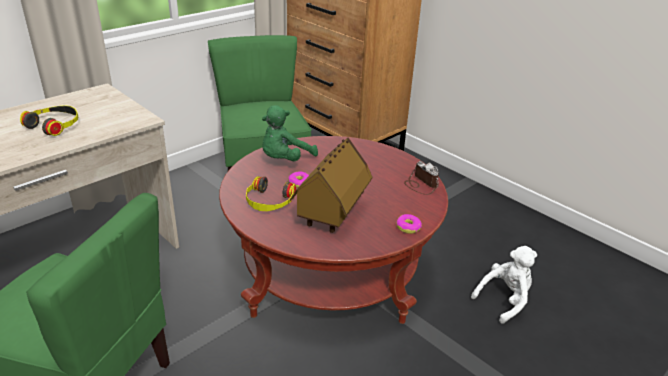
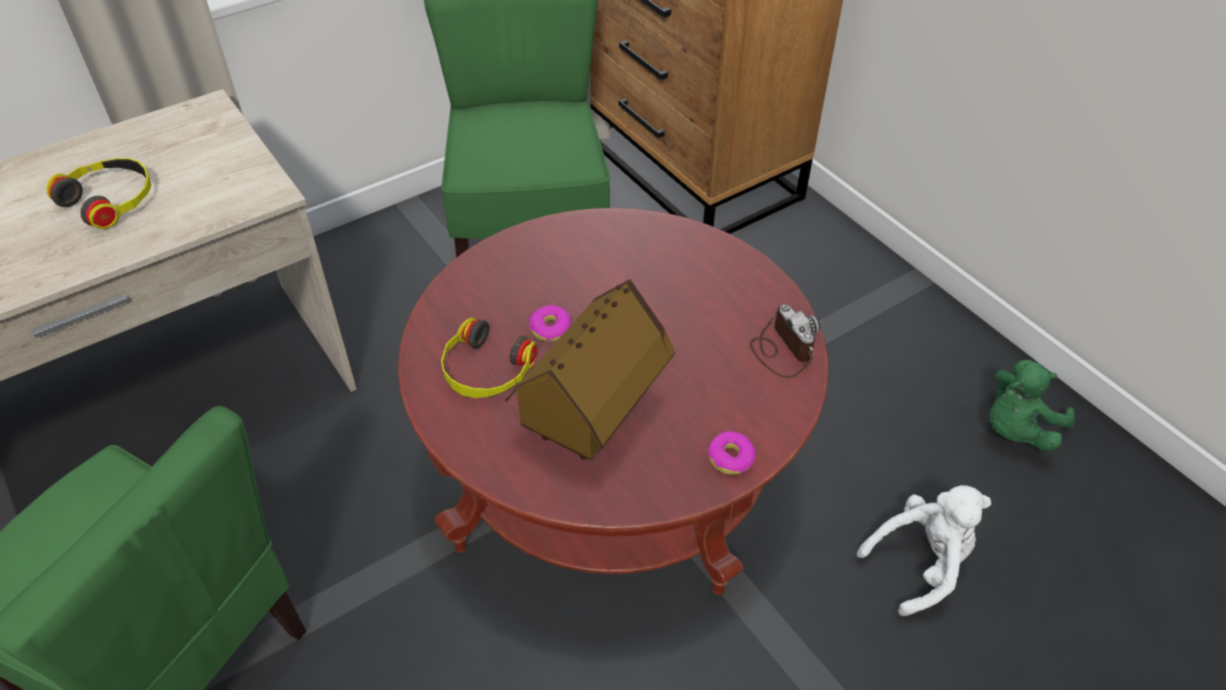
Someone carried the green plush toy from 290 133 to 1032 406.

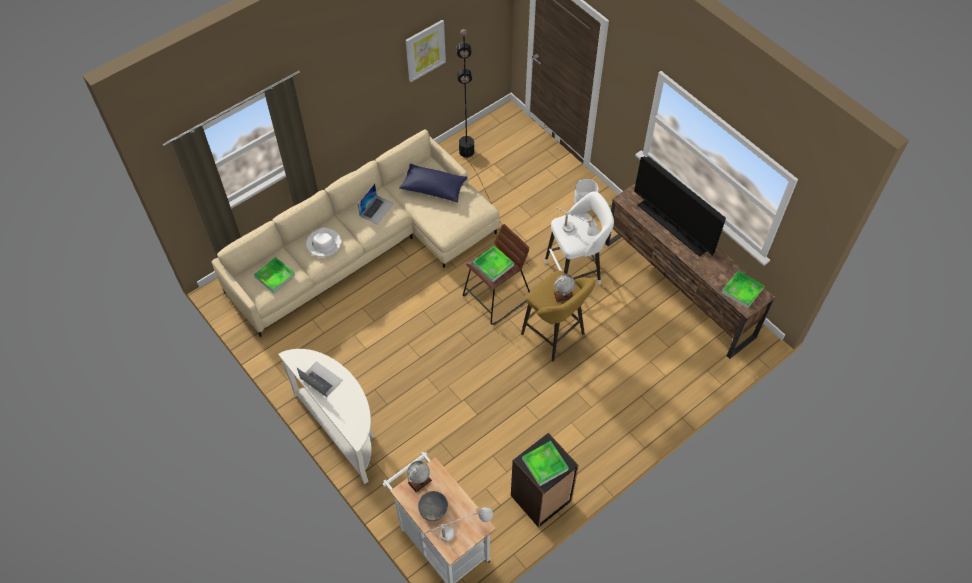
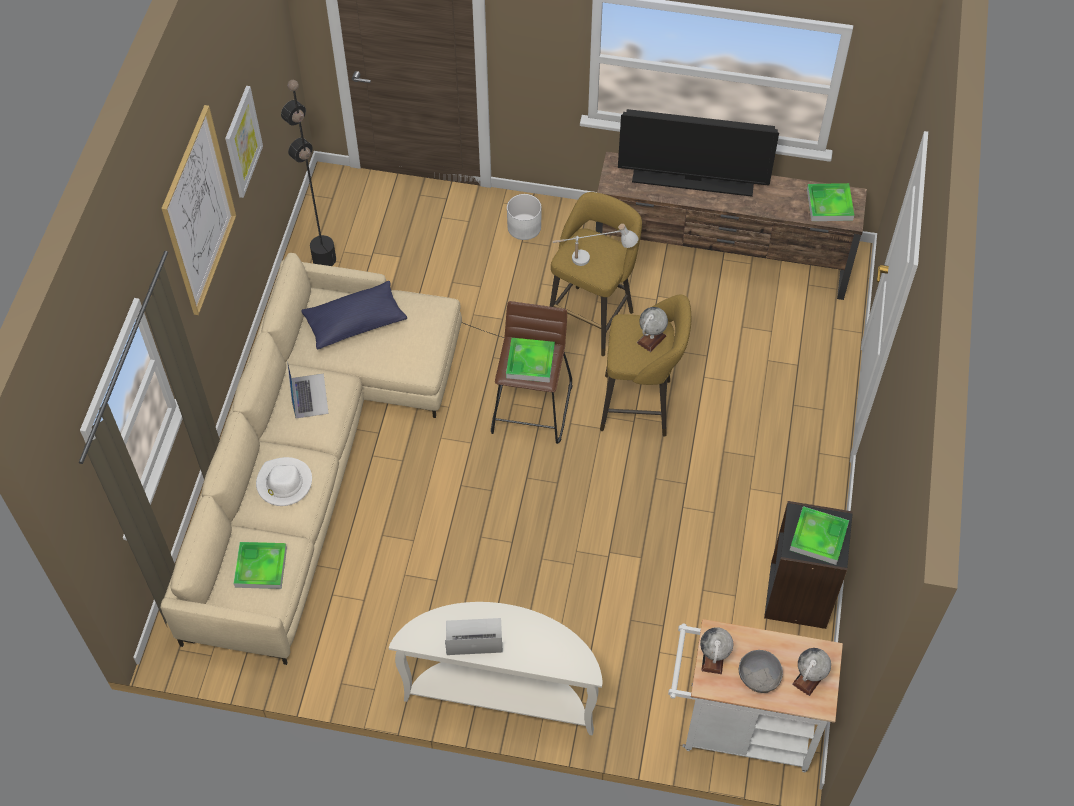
Someone repainted the white stool at 579 238, which became the yellow stool at 596 274.
Someone swapped the white table lamp at 458 524 for the globe at 811 672.
Someone put up the picture at 198 210.

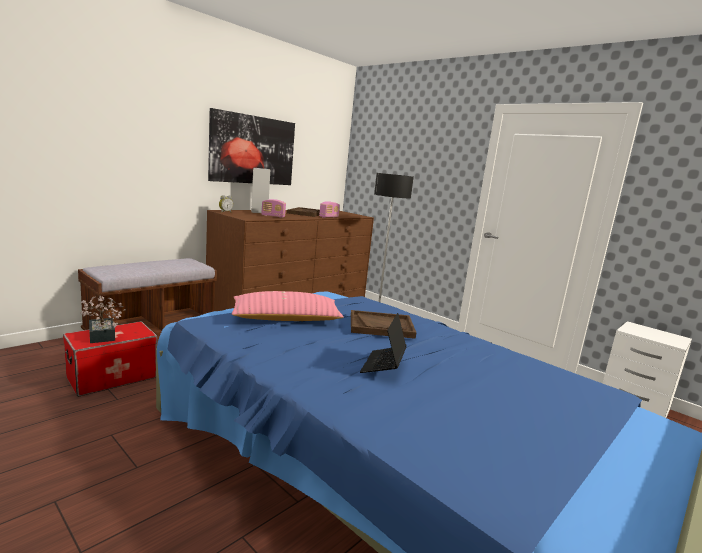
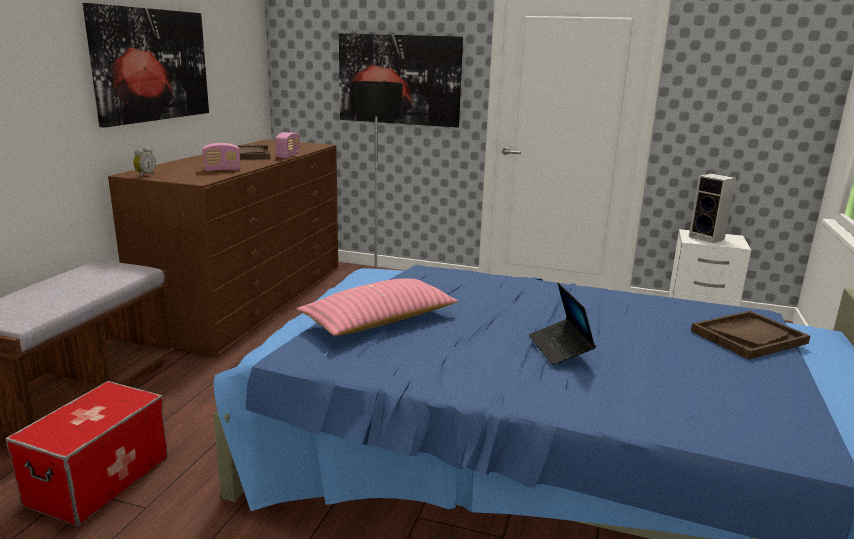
Someone carried the speaker from 260 190 to 712 208.
Someone took away the potted plant at 103 319.
Someone carried the brown tray from 384 324 to 750 335.
Someone put up the picture at 401 80.

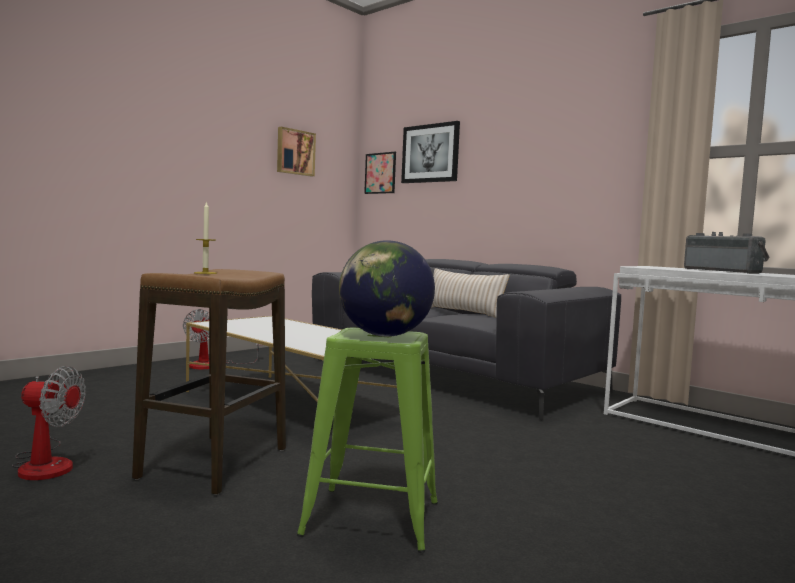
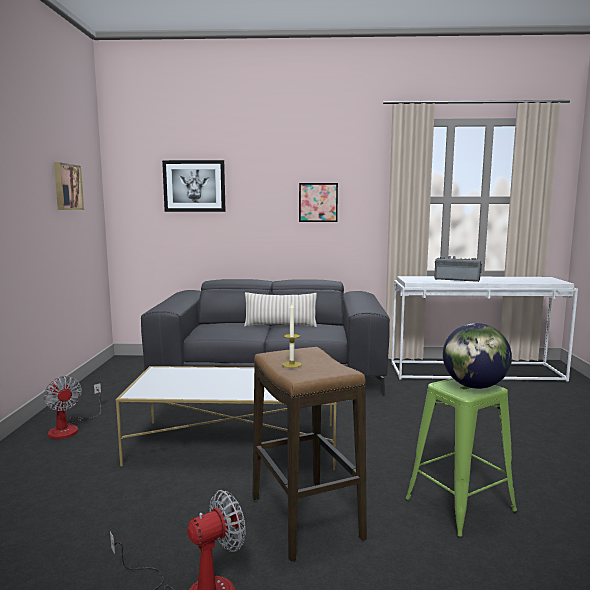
Someone carried the picture from 380 173 to 318 202.

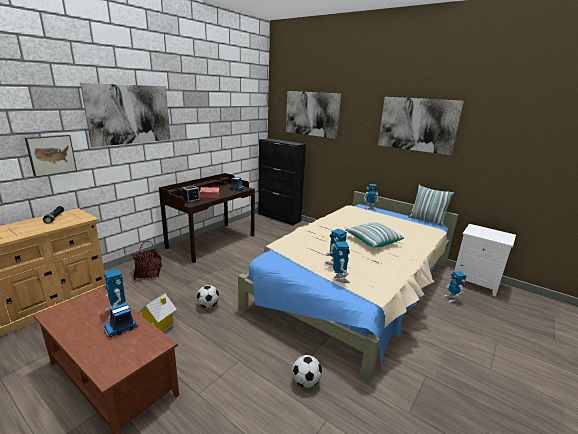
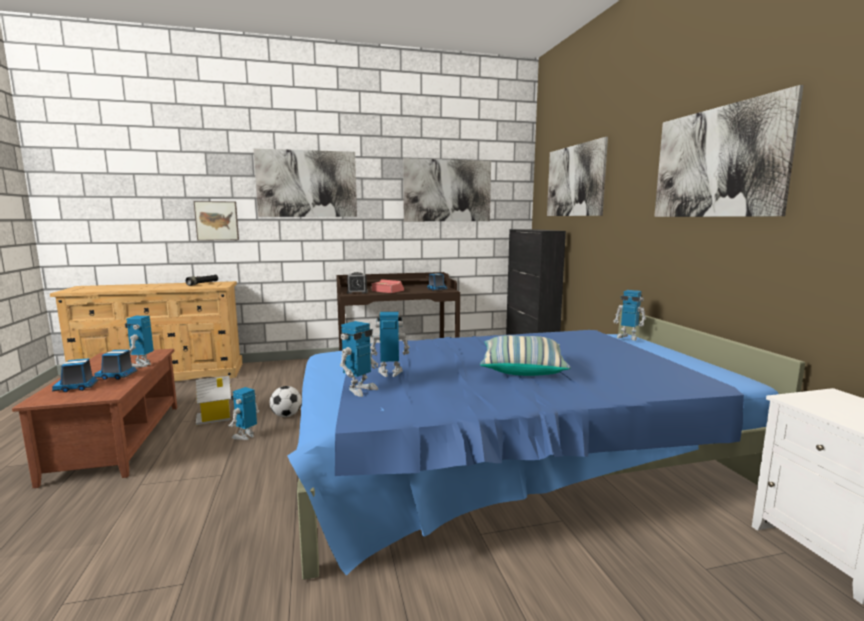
Someone took away the pillow at 431 205.
Someone repainted the beige bed at 348 287, which became the blue bed at 546 445.
Someone took away the basket at 147 260.
Someone carried the toy robot from 454 287 to 243 413.
Someone took away the football at 307 371.
Someone put up the picture at 447 189.
Someone put down the toy truck at 75 375.

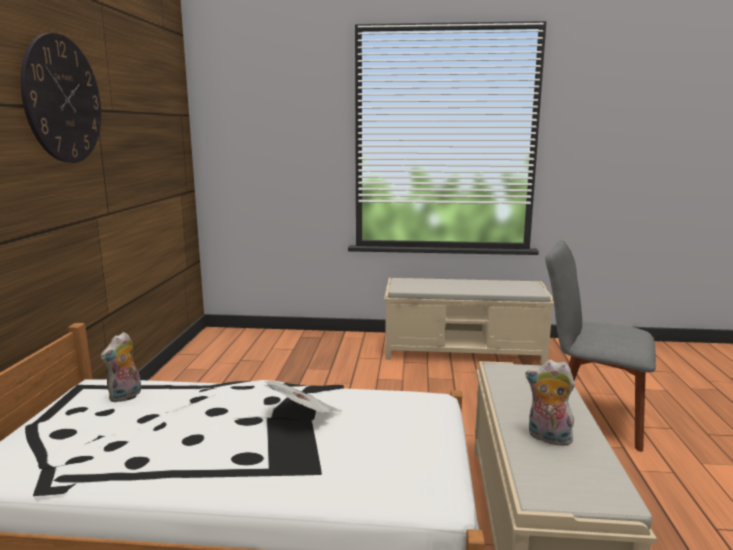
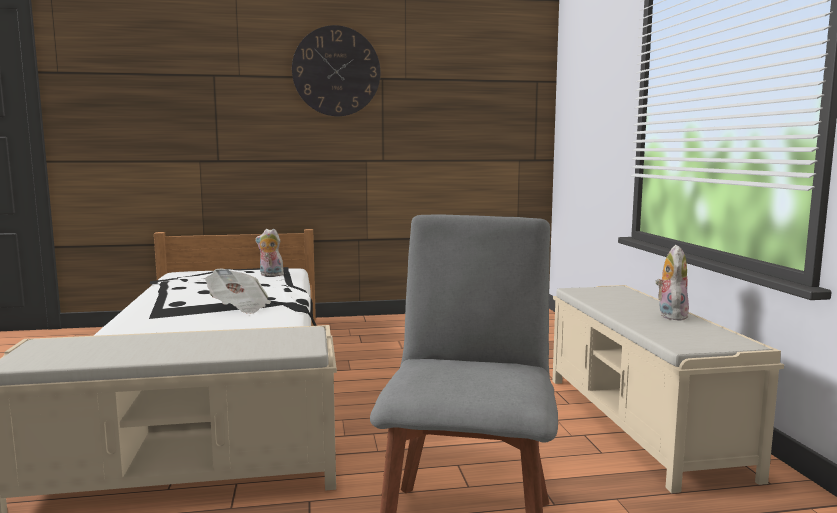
Someone carried the plush toy from 550 403 to 672 283.

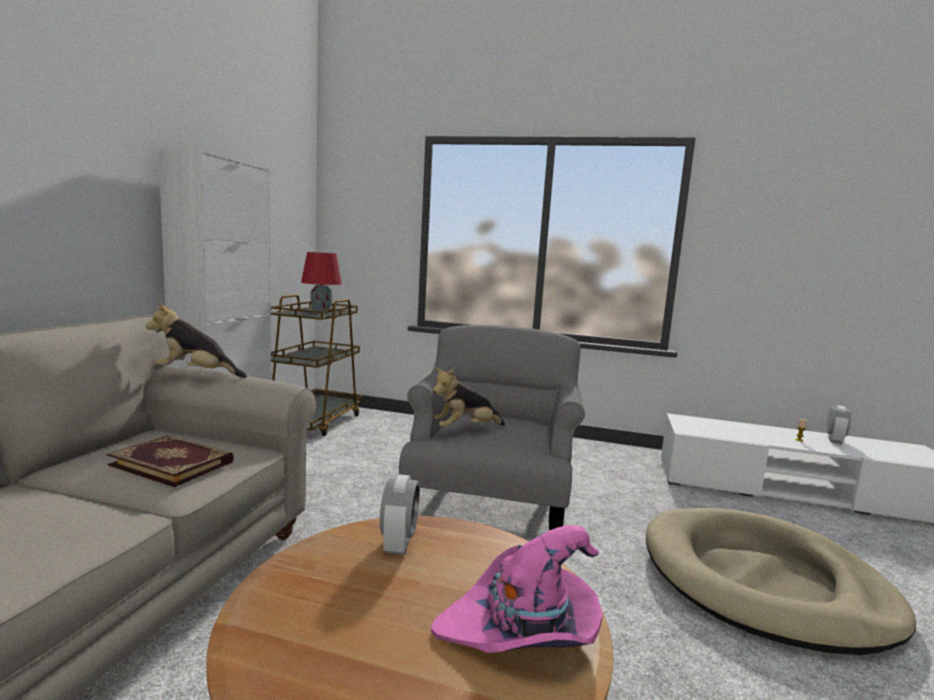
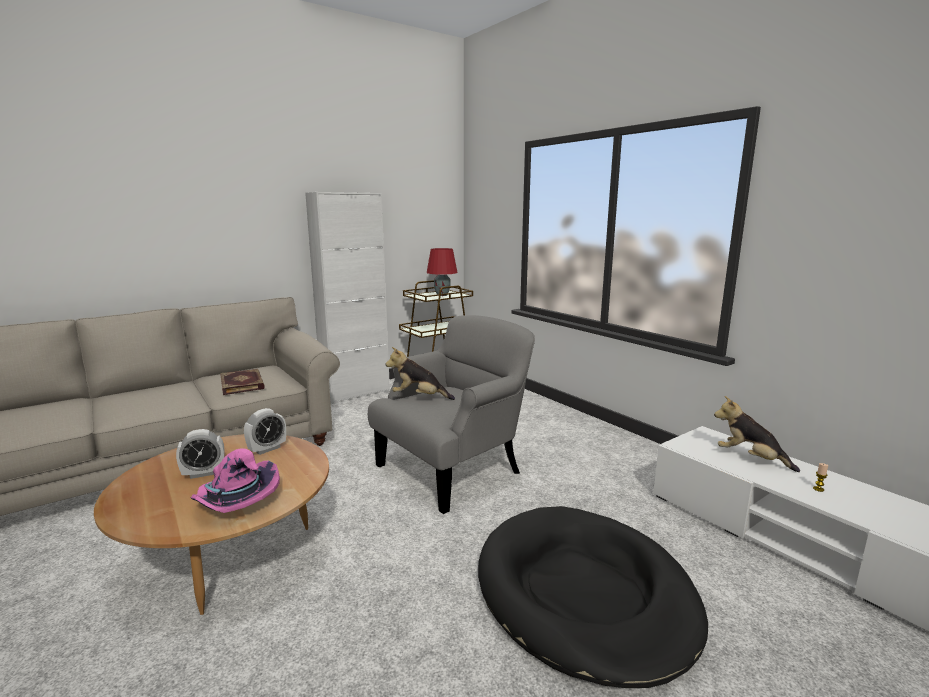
Someone carried the plush toy from 196 340 to 757 434.
Someone carried the alarm clock from 839 424 to 200 454.
Someone repainted the beige dog bed at 781 581, which became the black dog bed at 593 597.

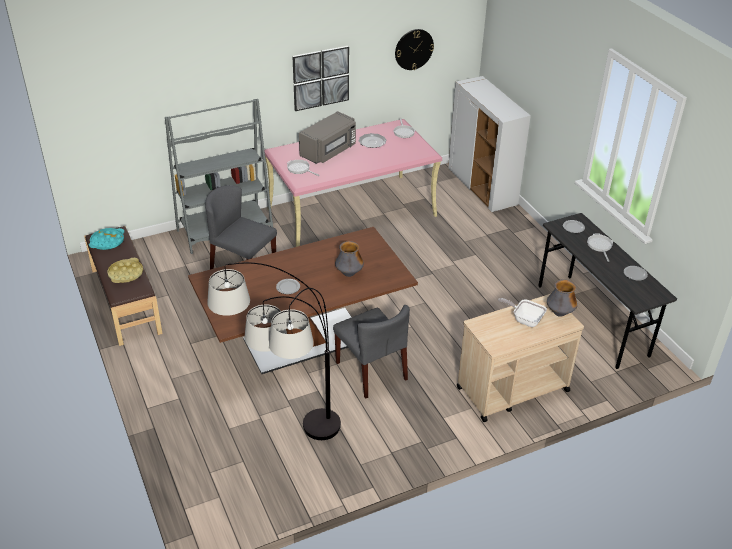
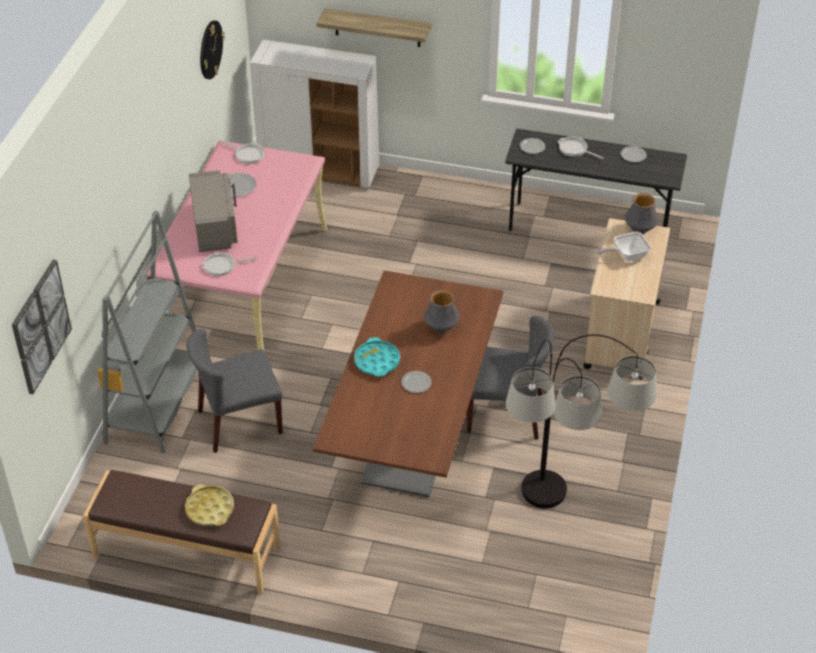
Someone carried the picture from 320 78 to 42 326.
Someone carried the turquoise tray from 106 239 to 377 357.
Someone put up the shelf at 374 27.

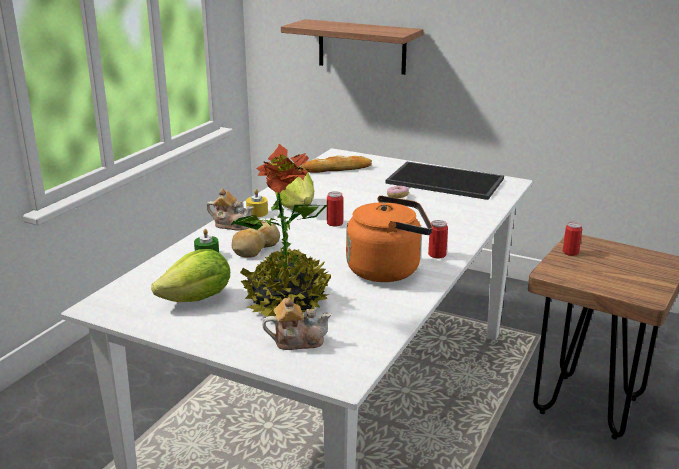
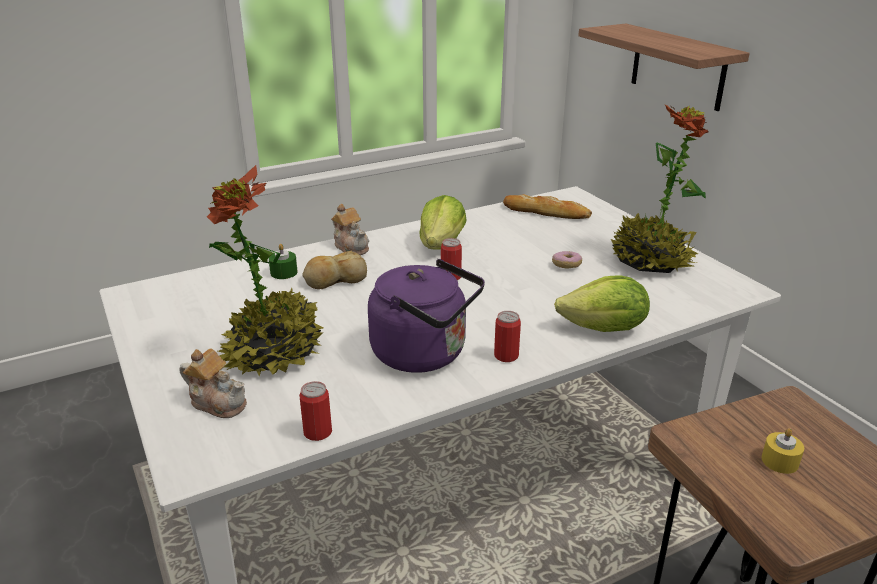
Someone swapped the tray at 444 181 for the potted plant at 660 189.
Someone carried the yellow candle from 257 203 to 782 451.
Someone repainted the orange kettle at 389 238, which became the purple kettle at 426 316.
Someone carried the can from 572 239 to 315 411.
Someone carried the lettuce from 190 275 to 602 303.

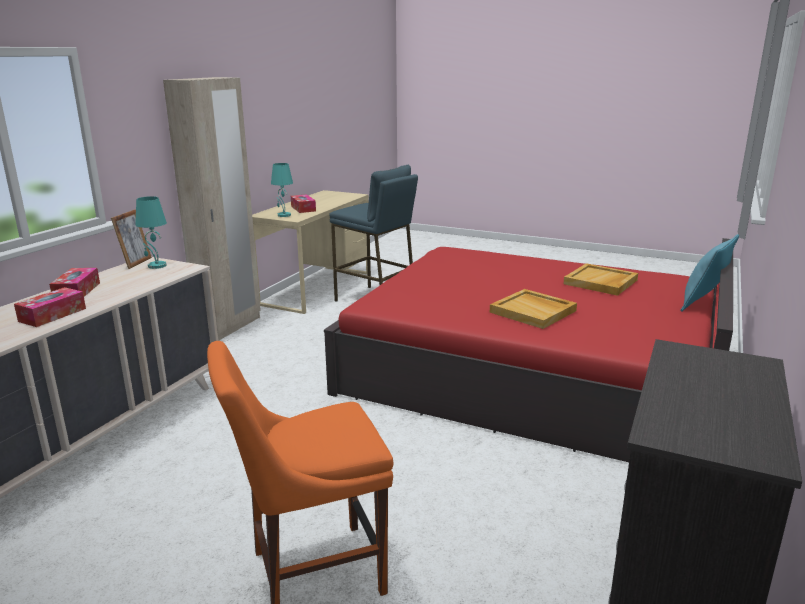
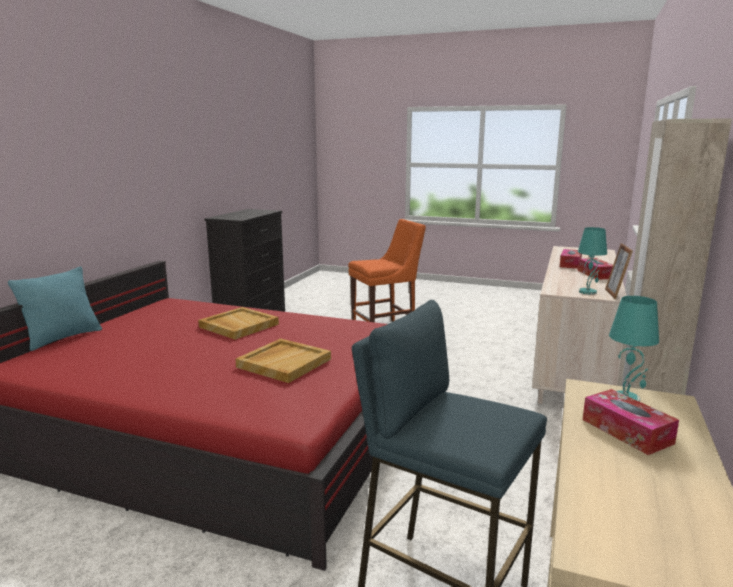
Someone carried the beige tray from 600 279 to 283 360.

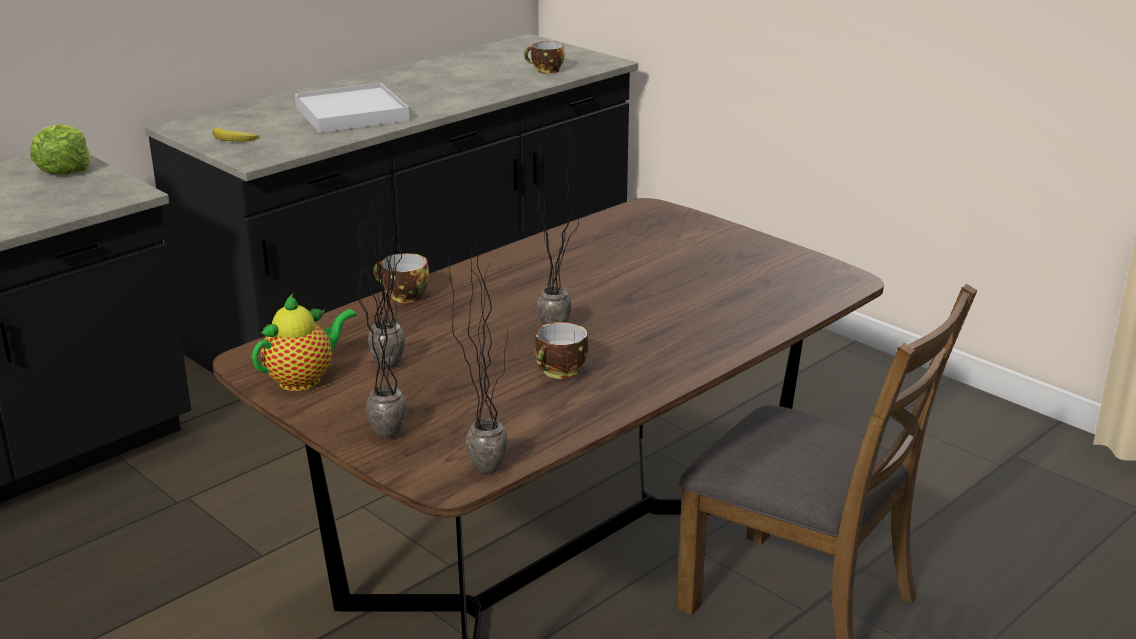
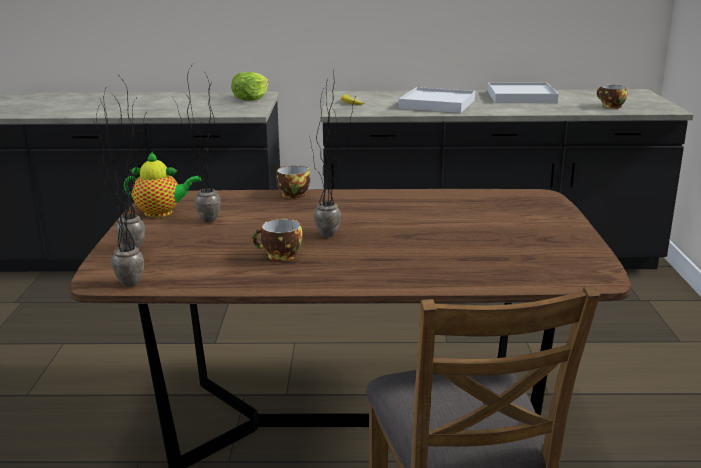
Someone put down the white tray at 523 92.

